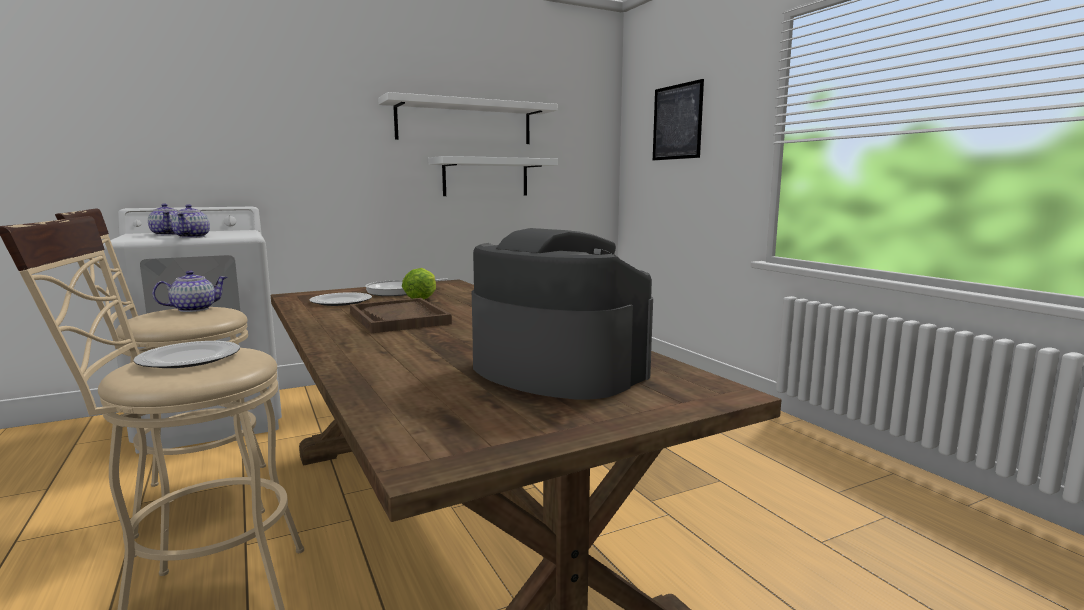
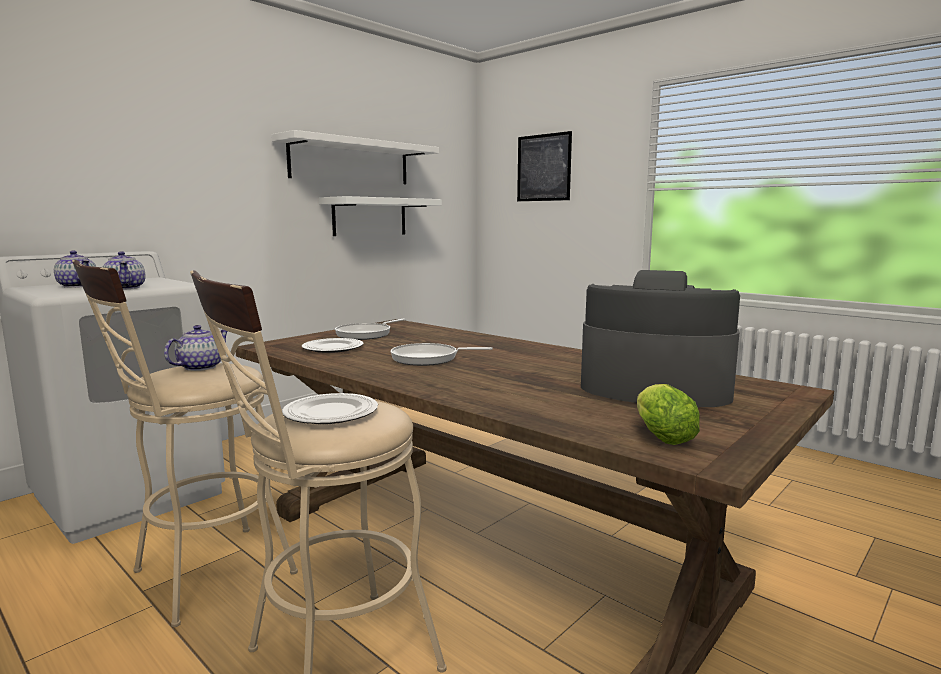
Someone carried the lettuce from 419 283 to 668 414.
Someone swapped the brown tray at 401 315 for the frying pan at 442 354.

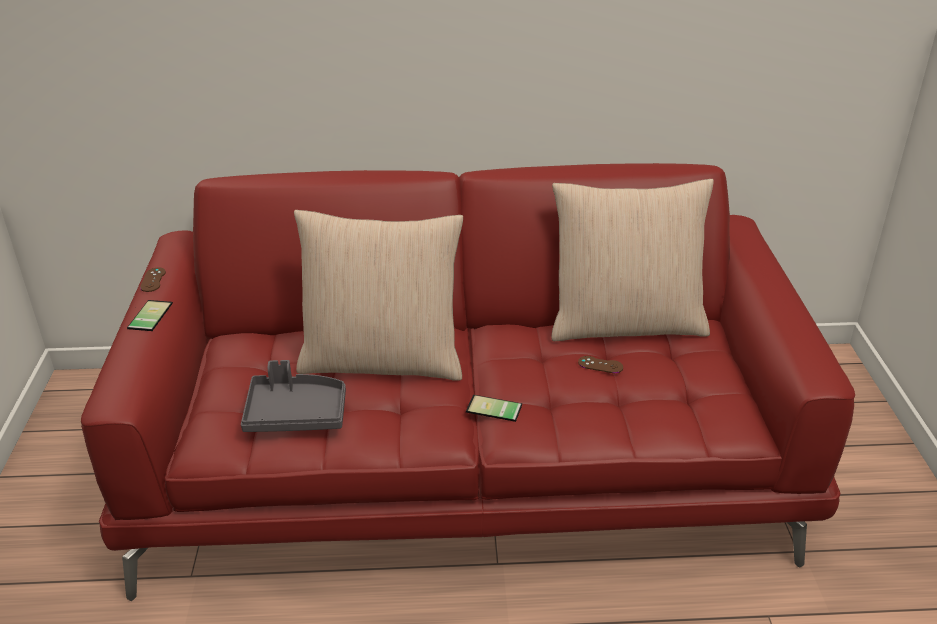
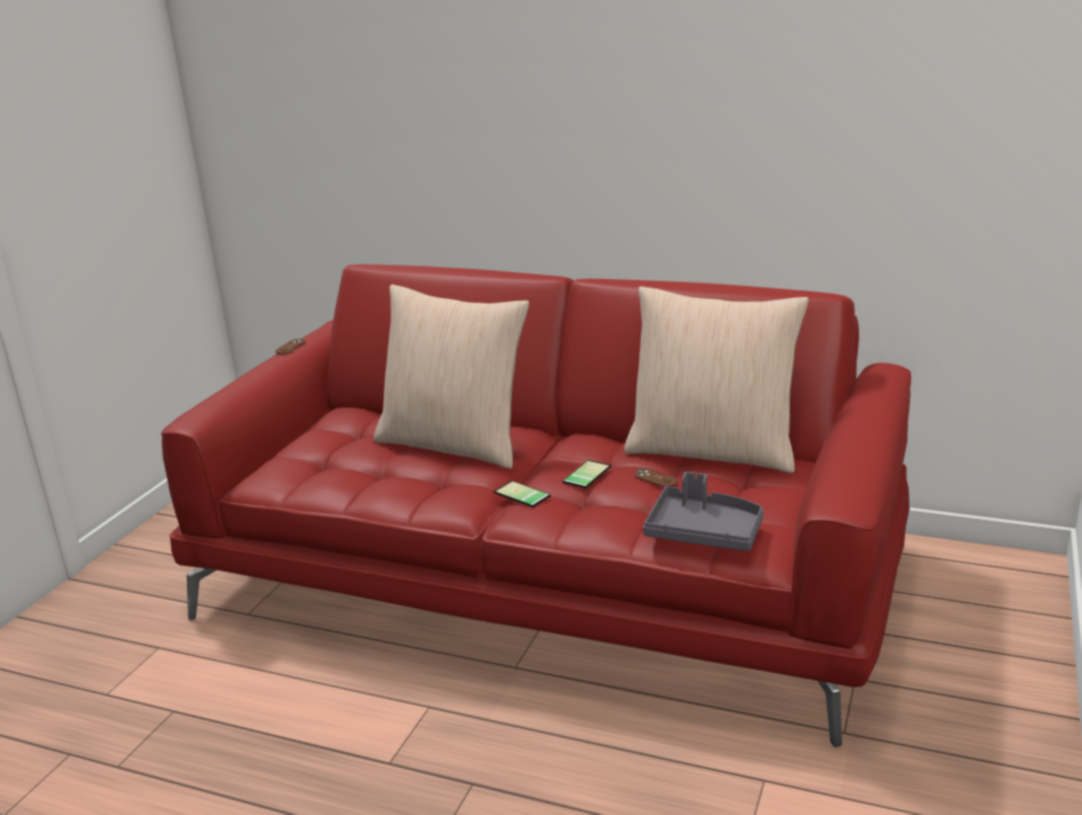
Someone carried the phone from 150 315 to 586 474.
Someone carried the grey tray from 293 396 to 703 511.

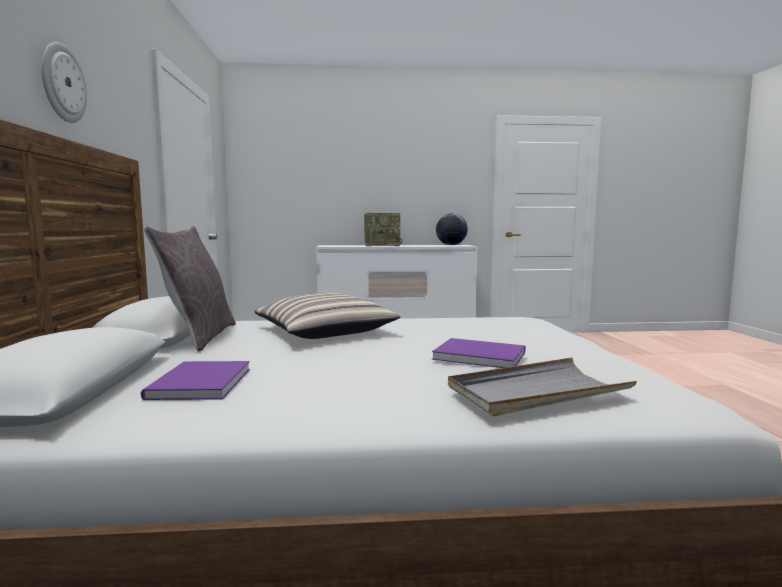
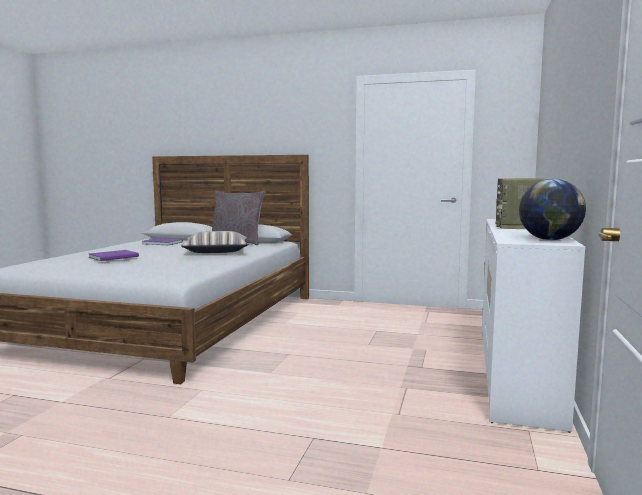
Someone took away the wall clock at 64 82.
Someone took away the grey tray at 542 387.

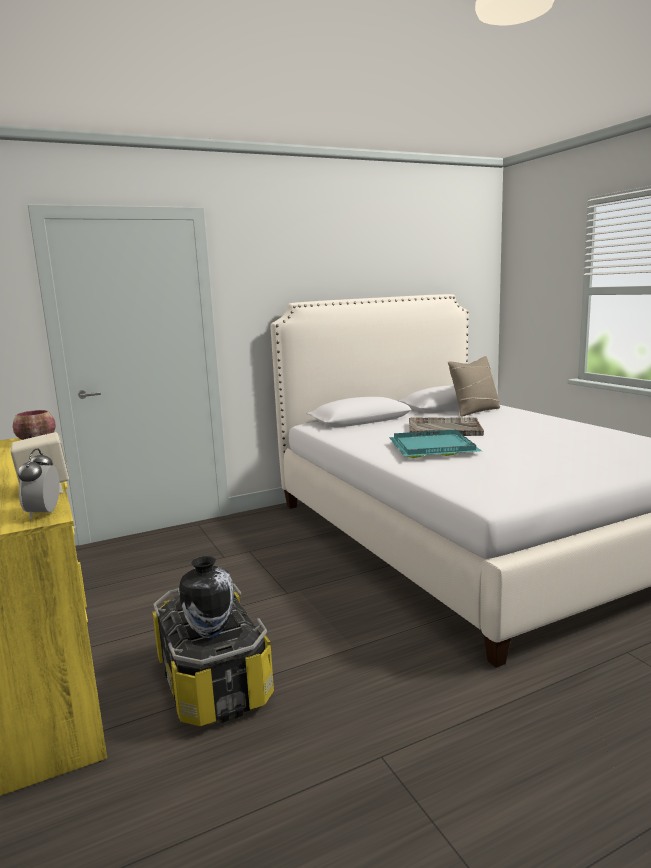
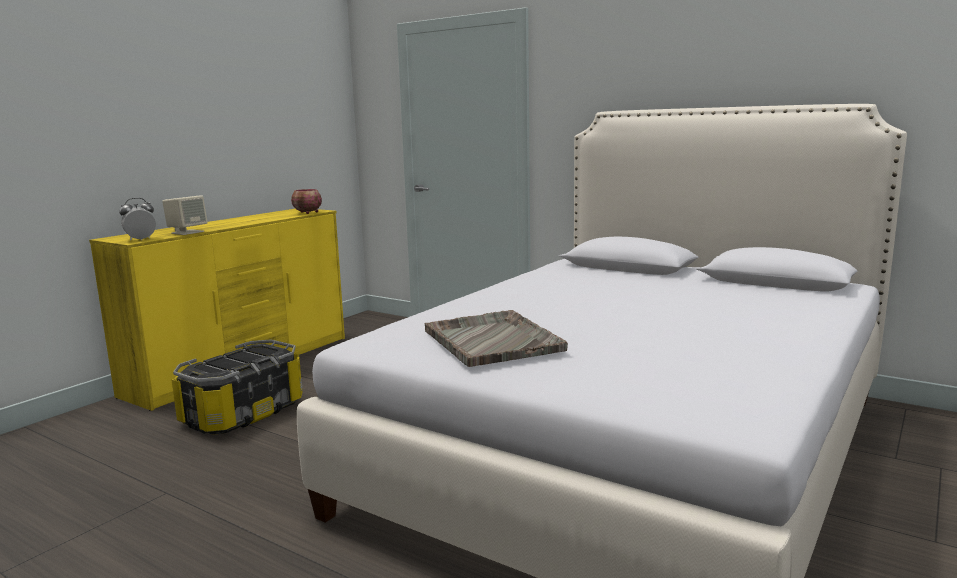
Someone took away the beige pillow at 474 386.
Someone carried the grey tray from 446 426 to 496 338.
Someone took away the turquoise tray at 435 444.
Someone took away the vase at 206 597.

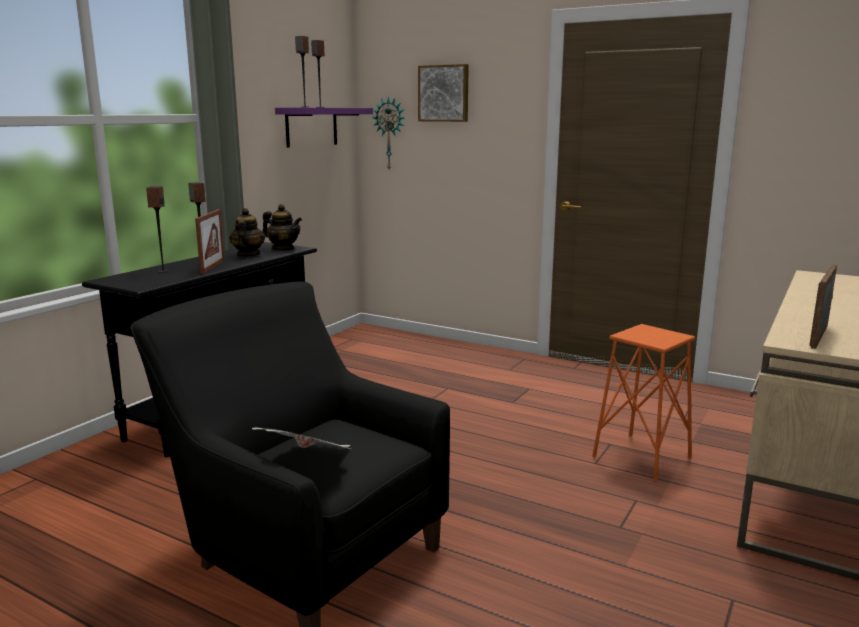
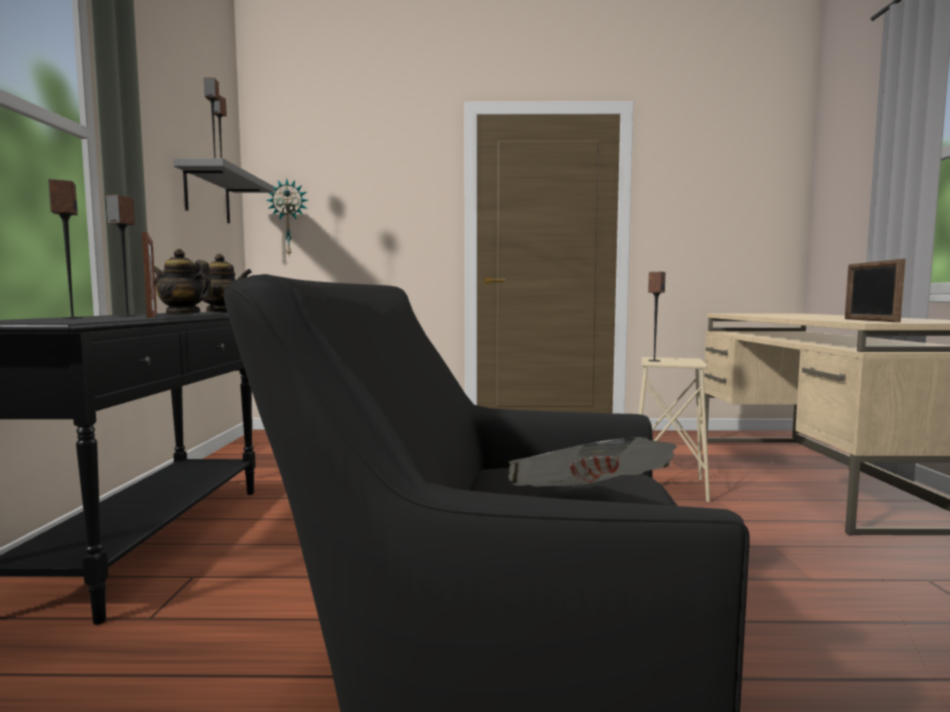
Someone took away the picture at 443 93.
Someone repainted the purple shelf at 324 128, which became the grey shelf at 223 190.
Someone rotated the teapot at 247 232 by 45 degrees counterclockwise.
Someone repainted the orange stool at 643 403, which became the beige stool at 674 429.
Someone put down the speaker at 656 317.

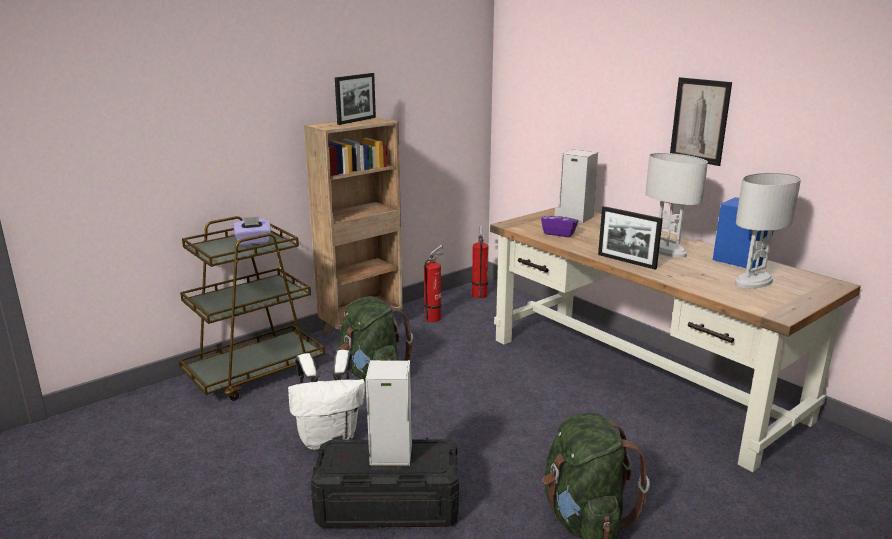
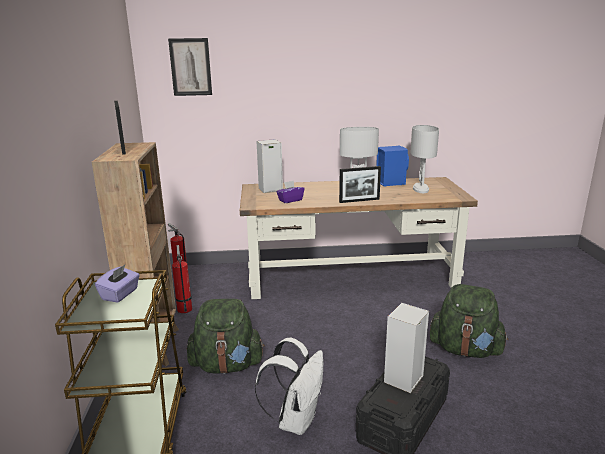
Someone carried the picture from 701 121 to 190 67.

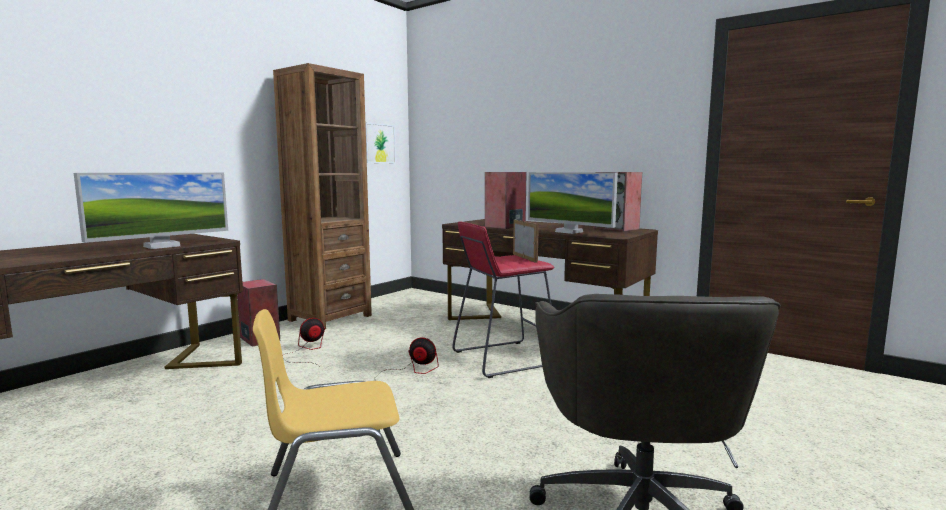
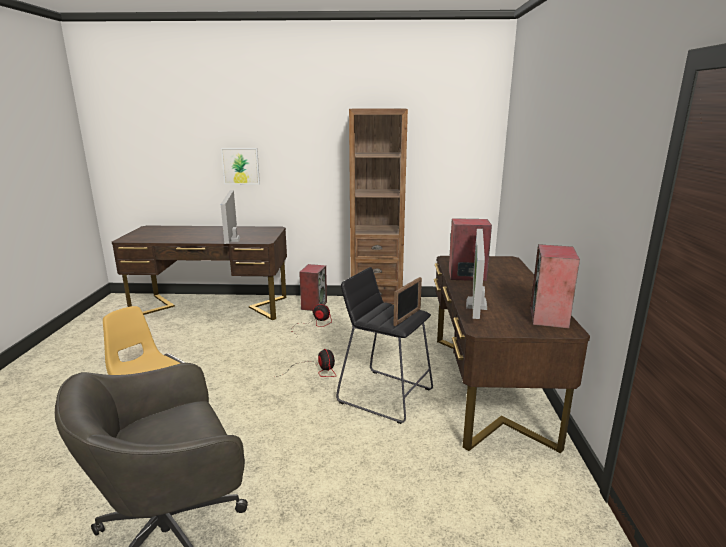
Someone carried the picture from 380 143 to 240 166.
Someone rotated the monitor at 151 211 by 75 degrees clockwise.
Someone repainted the red stool at 503 300, which became the black stool at 384 345.

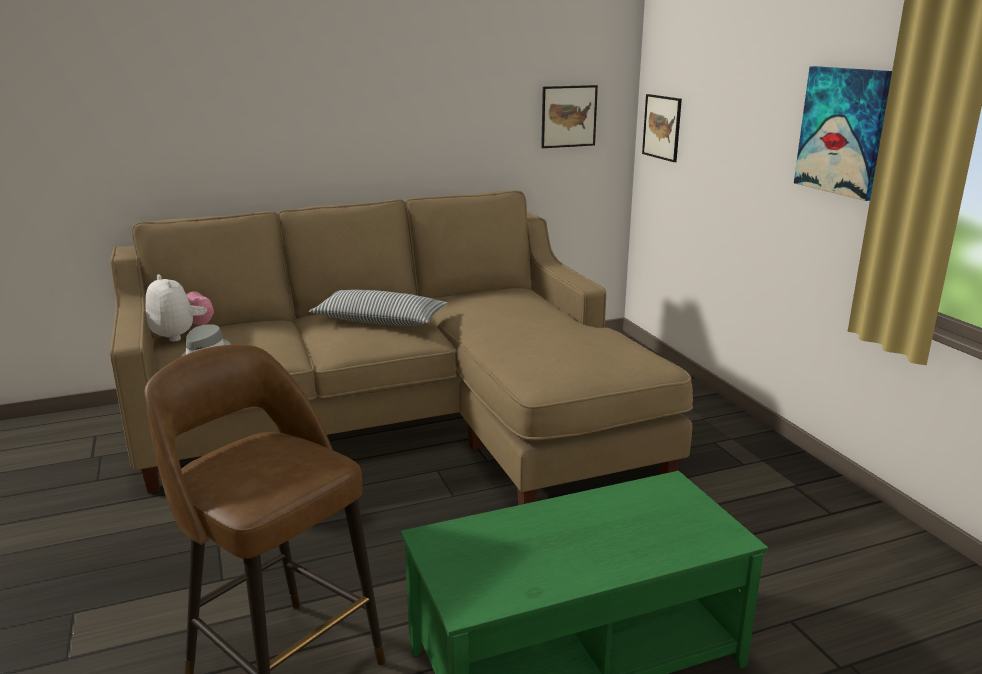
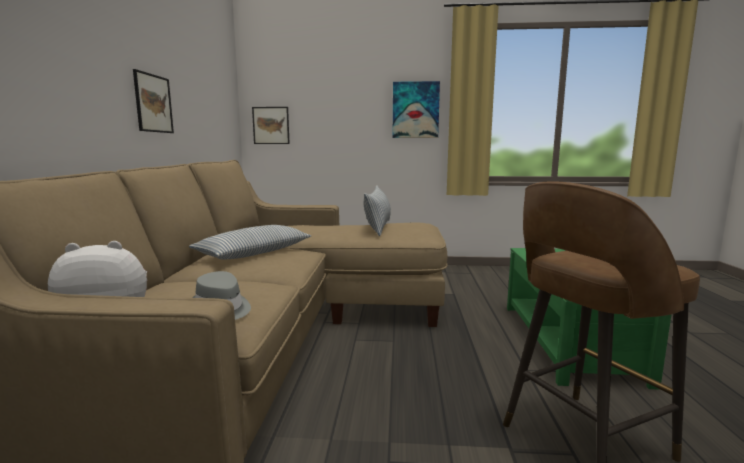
Someone carried the picture from 569 116 to 153 101.
Someone put down the pillow at 377 210.

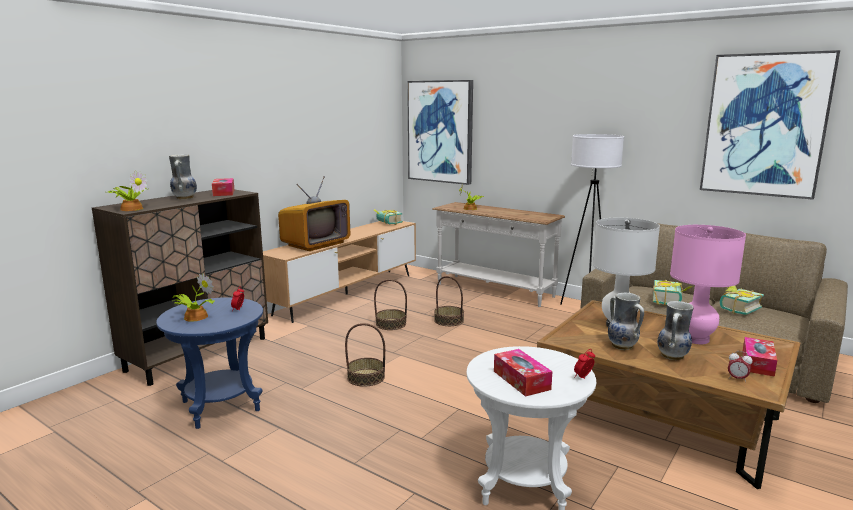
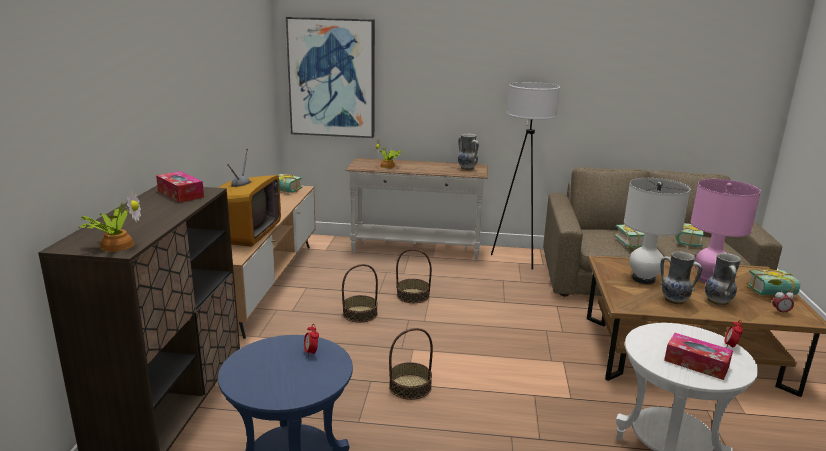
Someone took away the picture at 770 125.
Someone carried the vase from 183 177 to 468 151.
Someone took away the potted plant at 193 297.
Someone swapped the tissue box at 759 357 for the book at 773 282.

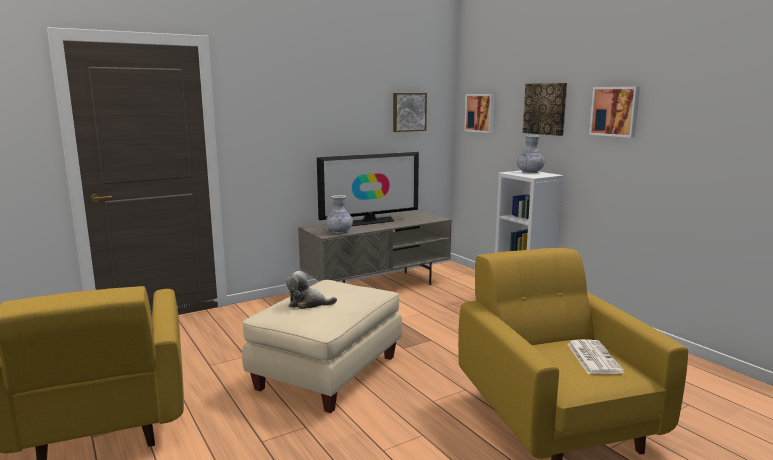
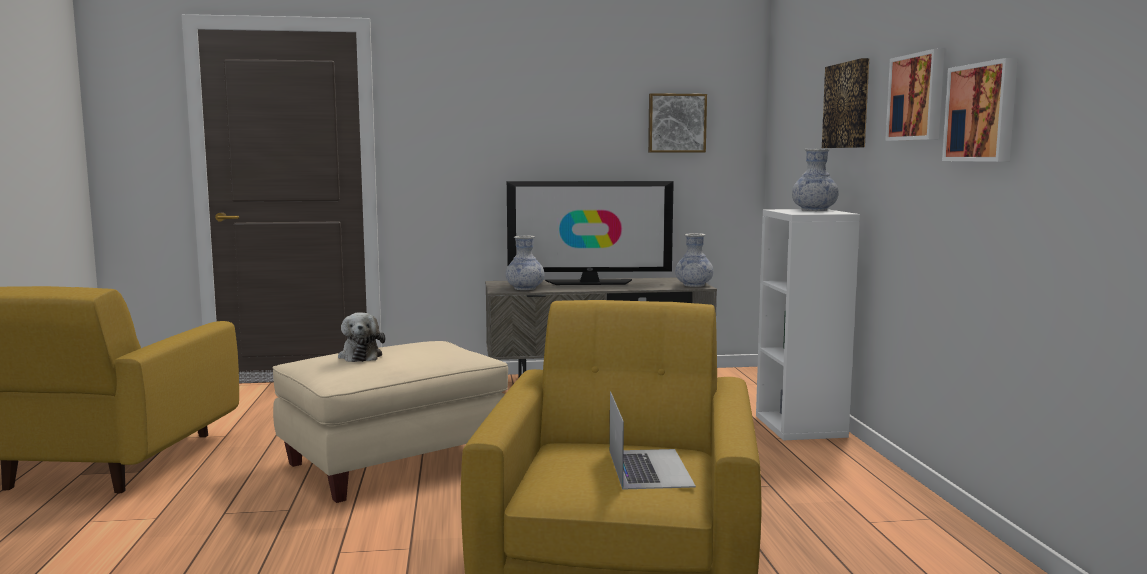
Someone carried the picture from 479 113 to 980 110.
Someone rotated the plush toy at 311 290 by 135 degrees counterclockwise.
Someone swapped the newspaper at 596 357 for the laptop at 653 440.
Someone put down the vase at 694 260.

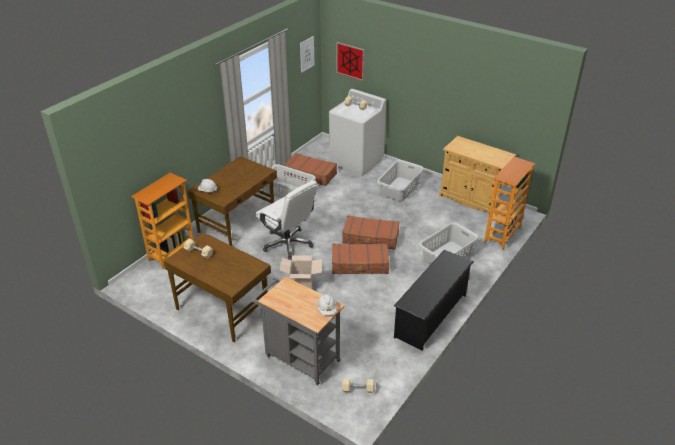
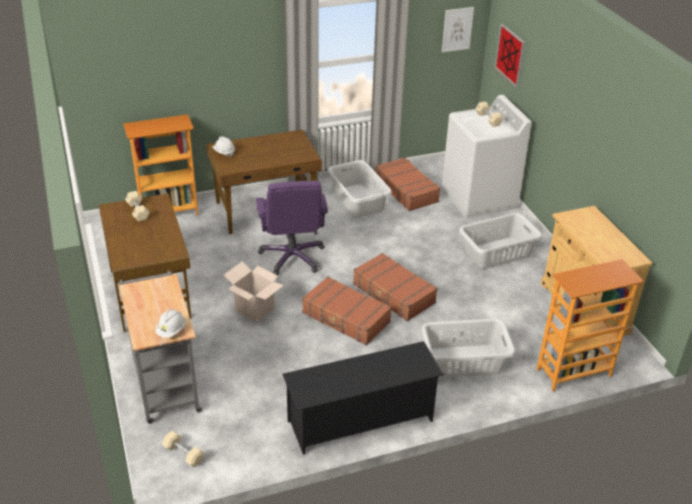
Someone repainted the white office chair at 286 220, which became the purple office chair at 292 228.

